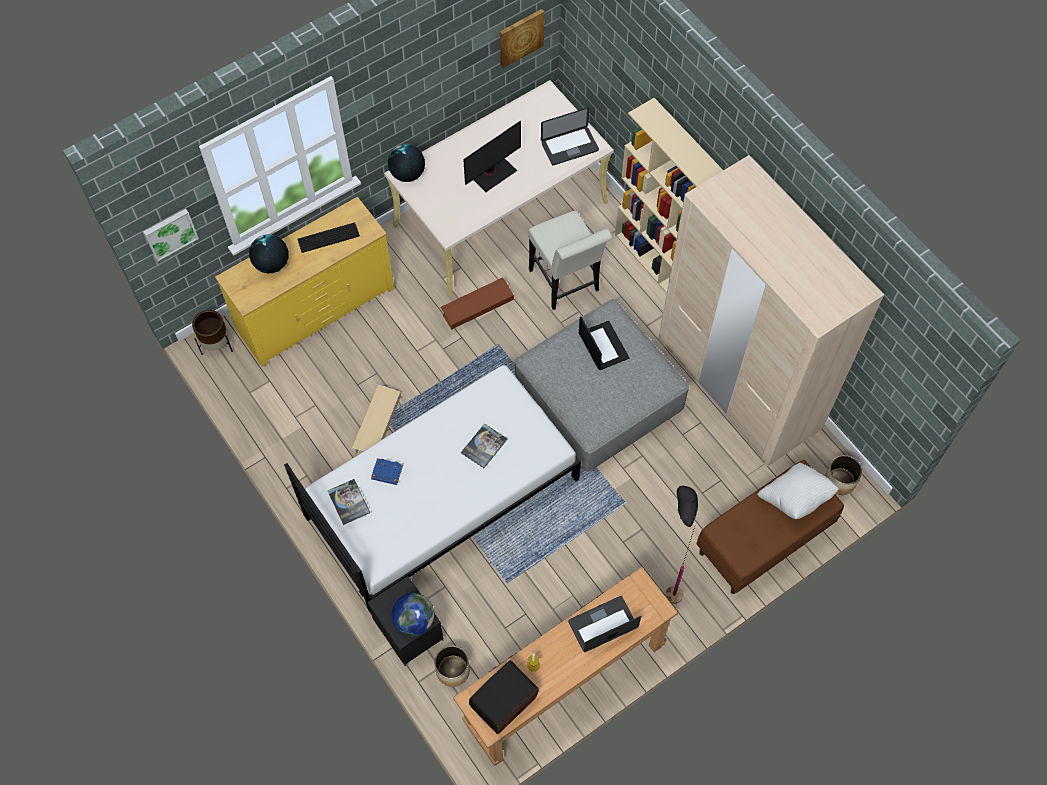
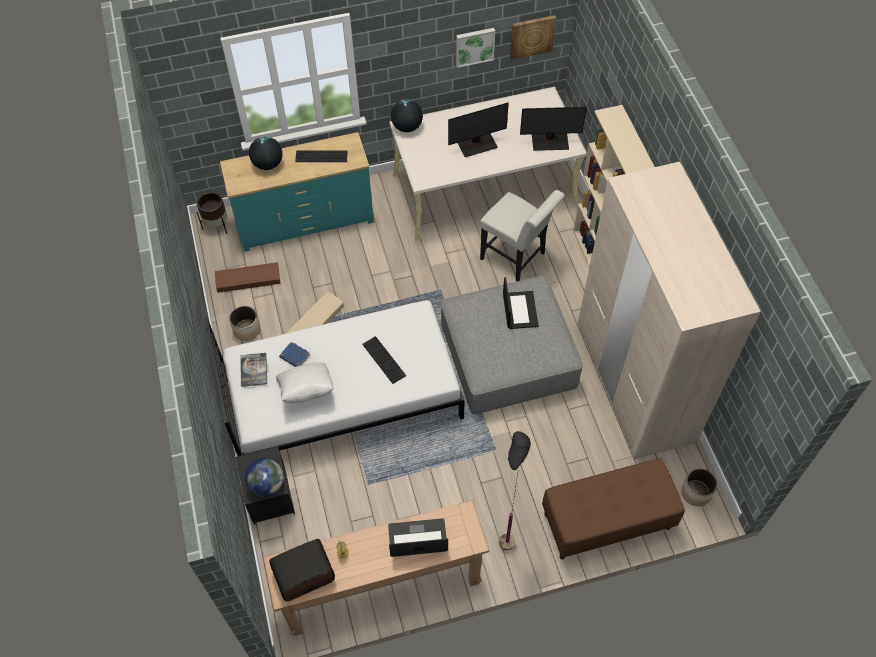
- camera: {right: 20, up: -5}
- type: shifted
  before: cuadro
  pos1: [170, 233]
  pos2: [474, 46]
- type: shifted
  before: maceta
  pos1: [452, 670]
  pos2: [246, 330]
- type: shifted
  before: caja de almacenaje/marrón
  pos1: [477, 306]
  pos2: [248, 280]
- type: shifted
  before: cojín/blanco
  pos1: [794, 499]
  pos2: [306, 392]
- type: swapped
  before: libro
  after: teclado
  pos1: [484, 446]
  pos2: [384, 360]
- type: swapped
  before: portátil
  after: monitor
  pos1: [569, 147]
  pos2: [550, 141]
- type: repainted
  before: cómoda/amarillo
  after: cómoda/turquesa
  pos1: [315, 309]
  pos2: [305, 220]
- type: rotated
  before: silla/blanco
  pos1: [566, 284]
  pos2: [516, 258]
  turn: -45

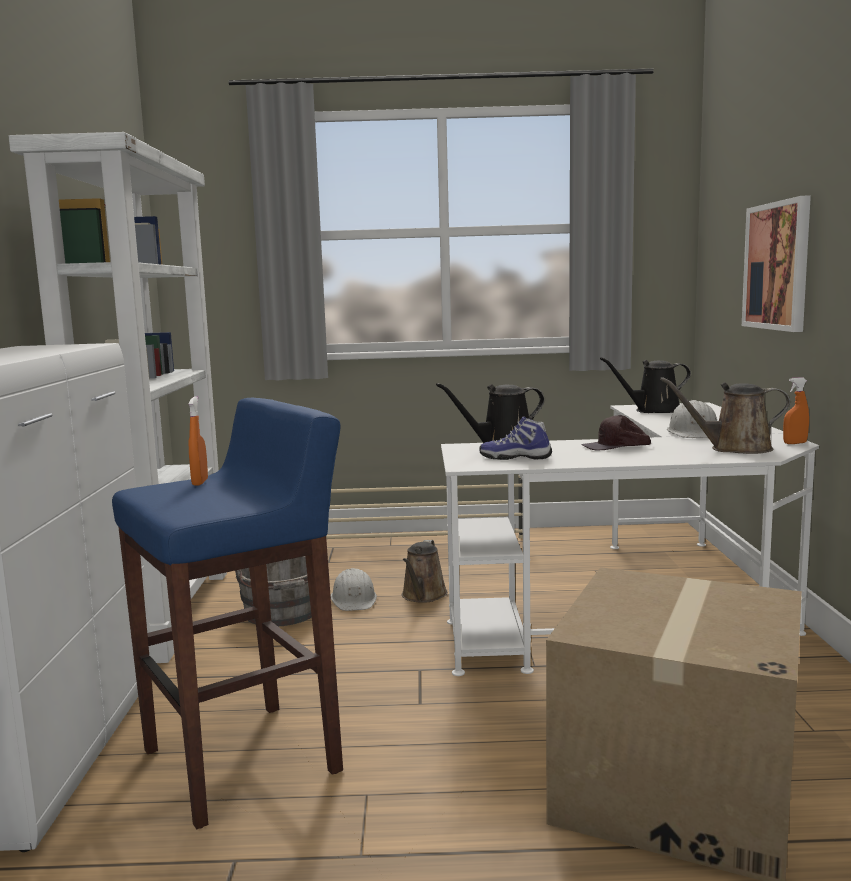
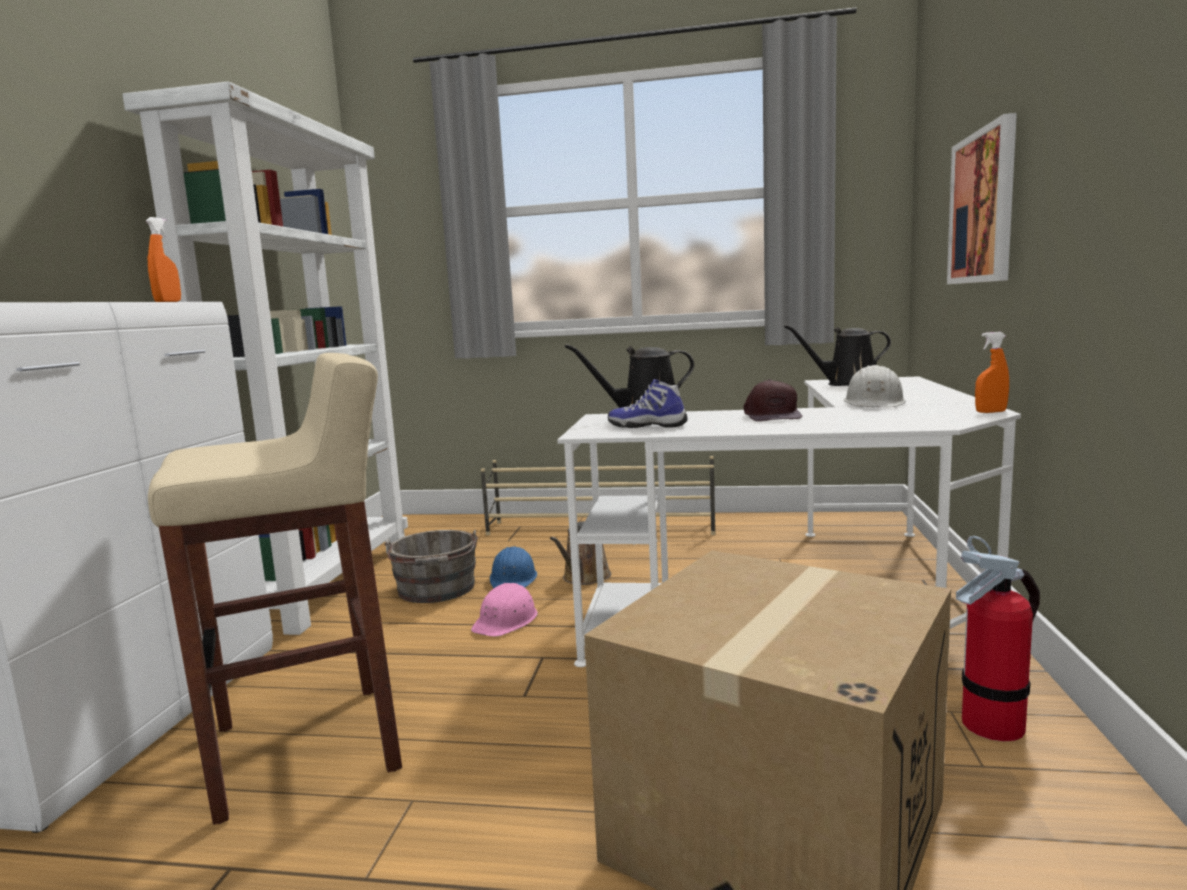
- camera: {right: 10, up: 0}
- type: gone
  before: regadera/marrón
  pos1: [734, 449]
- type: new
  after: casco/rosa
  pos2: [506, 620]
- type: new
  after: extintor
  pos2: [993, 724]
- type: shifted
  before: pulverizador/naranja
  pos1: [200, 482]
  pos2: [168, 302]
- type: repainted
  before: taburete/azul
  after: taburete/beis
  pos1: [245, 760]
  pos2: [310, 747]
- type: repainted
  before: casco/blanco
  after: casco/azul
  pos1: [354, 599]
  pos2: [513, 579]
- type: rotated
  before: gorra/marrón
  pos1: [616, 446]
  pos2: [772, 416]
  turn: -90

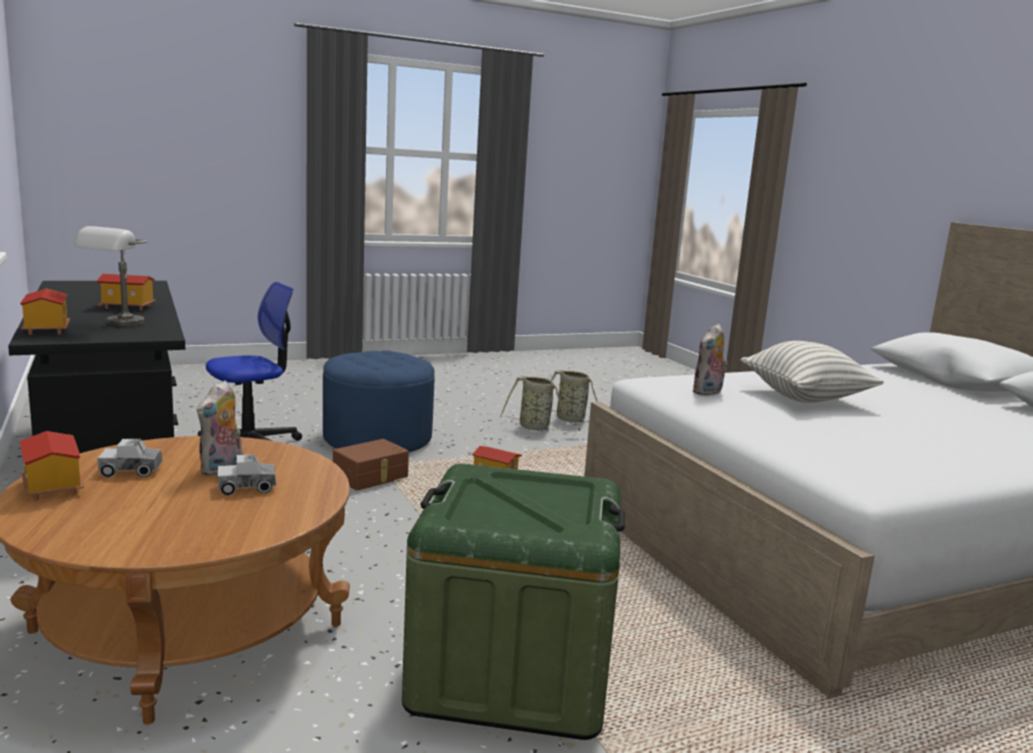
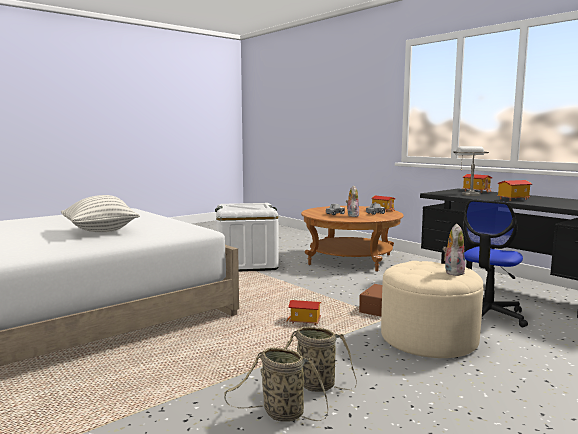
- camera: {right: 165, up: -5}
- type: shifted
  before: peluche
  pos1: [708, 392]
  pos2: [453, 272]
- type: repainted
  before: puf/azul
  after: puf/beis
  pos1: [377, 438]
  pos2: [428, 339]
- type: repainted
  before: caja de almacenaje/verde
  after: caja de almacenaje/blanco
  pos1: [511, 671]
  pos2: [246, 264]

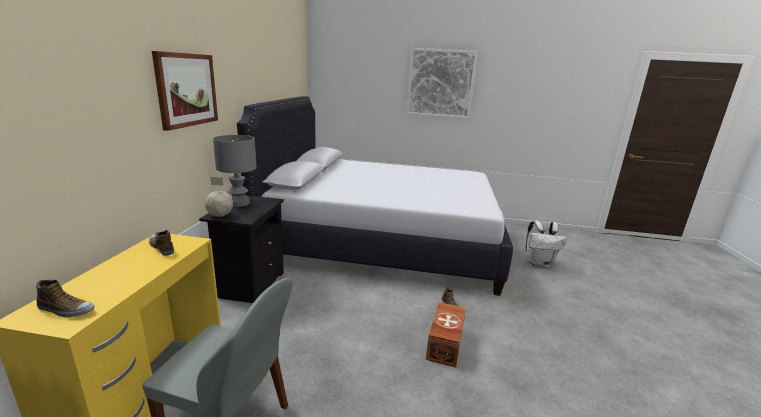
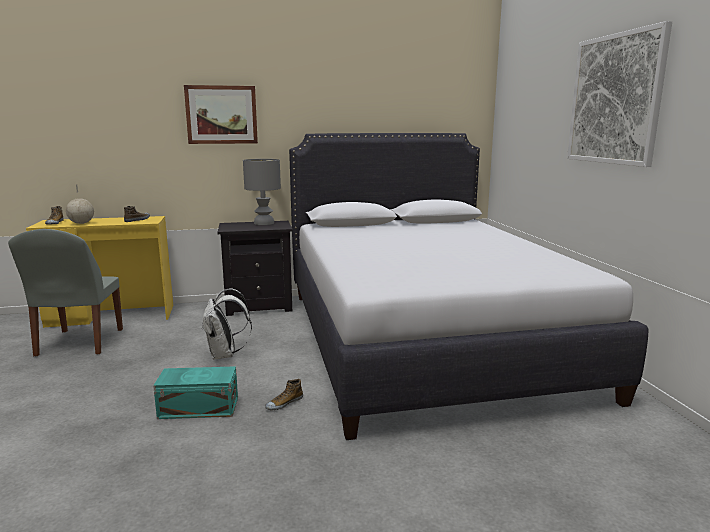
- camera: {right: 70, up: -5}
- type: shifted
  before: globo terráqueo
  pos1: [220, 215]
  pos2: [82, 223]
- type: shifted
  before: mochila/blanco
  pos1: [539, 263]
  pos2: [225, 355]
- type: repainted
  before: caja de almacenaje/marrón
  after: caja de almacenaje/turquesa
  pos1: [444, 344]
  pos2: [198, 407]

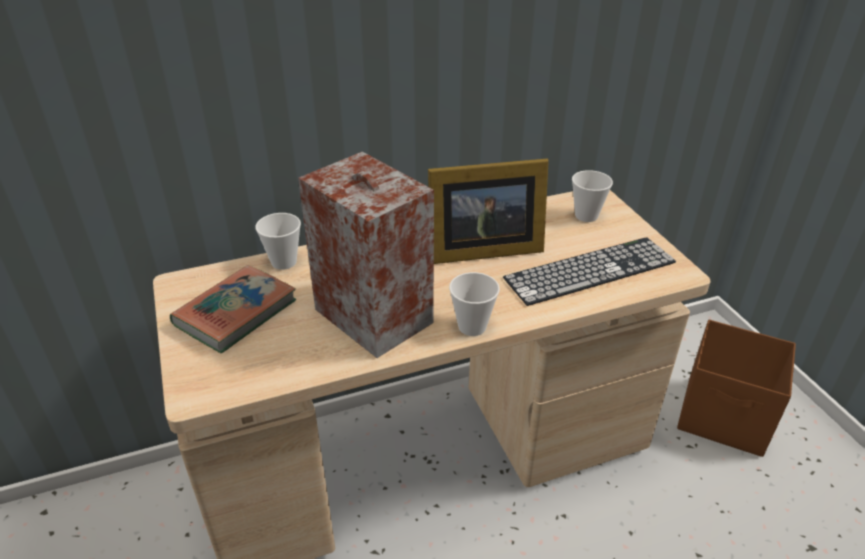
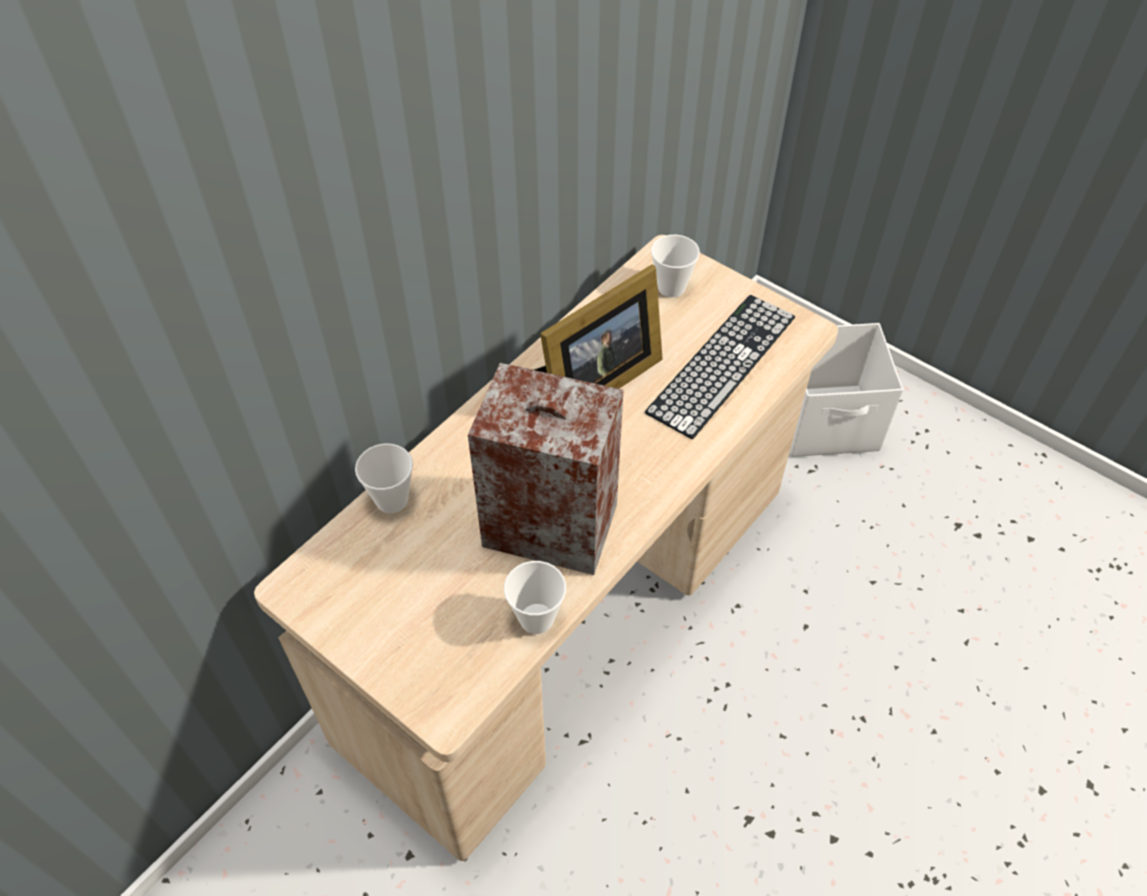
- camera: {right: -30, up: 15}
- type: gone
  before: libro
  pos1: [236, 313]
- type: shifted
  before: taza
  pos1: [472, 326]
  pos2: [536, 618]
- type: repainted
  before: caja de almacenaje/marrón
  after: caja de almacenaje/blanco
  pos1: [725, 417]
  pos2: [827, 422]

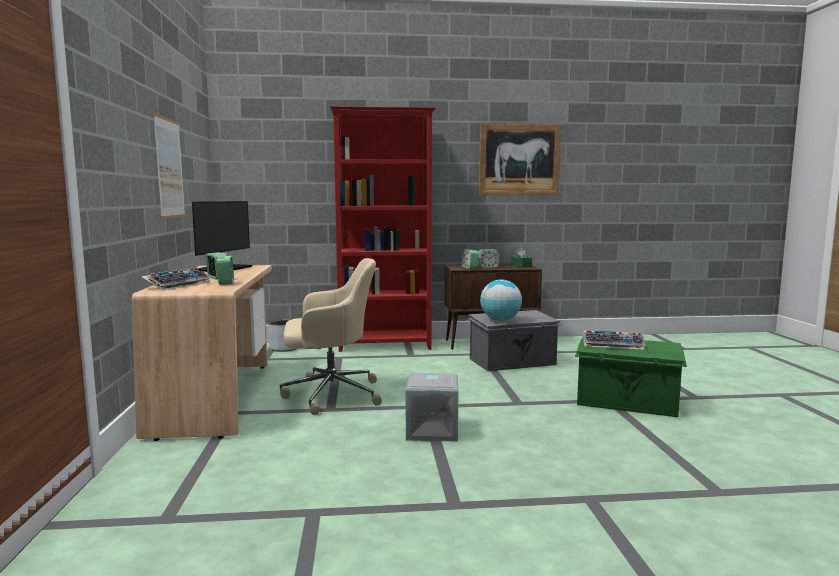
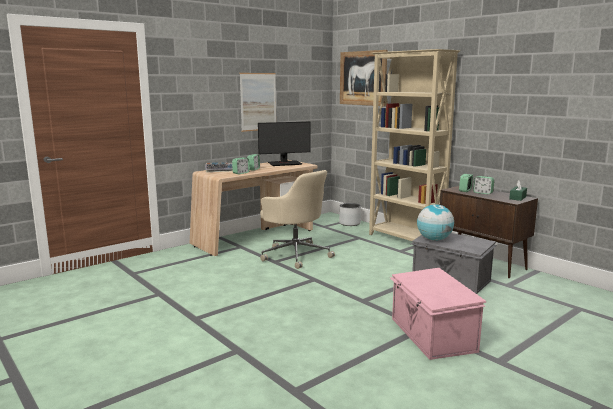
- camera: {right: 55, up: 5}
- type: gone
  before: caja de almacenaje/gris
  pos1: [431, 430]
- type: gone
  before: teclado
  pos1: [613, 345]
- type: shifted
  before: cuadro
  pos1: [519, 160]
  pos2: [362, 78]
- type: repainted
  before: estantería/rojo
  after: estantería/beis
  pos1: [385, 346]
  pos2: [405, 240]
- type: repainted
  before: caja de almacenaje/verde
  after: caja de almacenaje/rosa
  pos1: [627, 402]
  pos2: [431, 335]

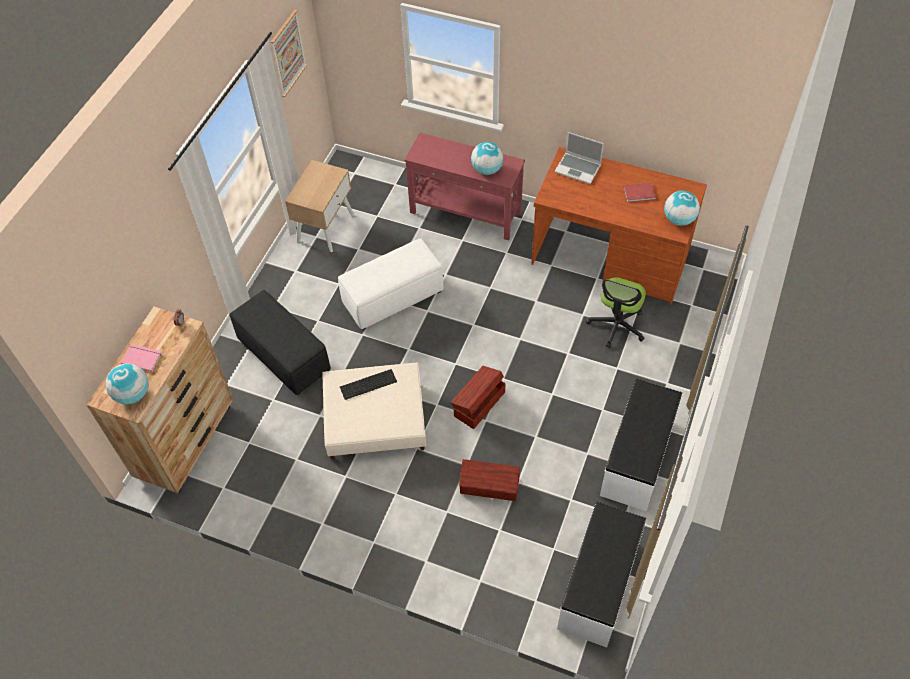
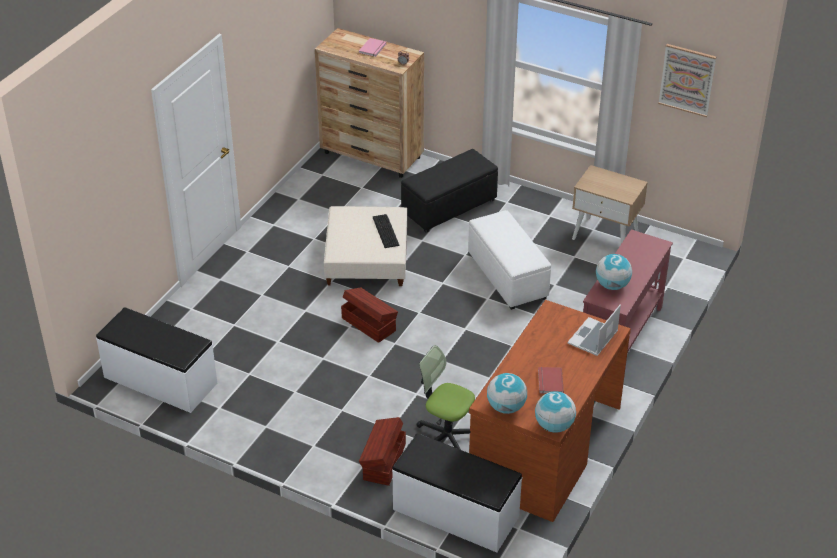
- camera: {right: 95, up: -15}
- type: shifted
  before: globo terráqueo
  pos1: [133, 394]
  pos2: [554, 426]
- type: shifted
  before: caja de almacenaje/marrón
  pos1: [490, 486]
  pos2: [383, 462]
- type: shifted
  before: banco/blanco
  pos1: [638, 458]
  pos2: [455, 514]

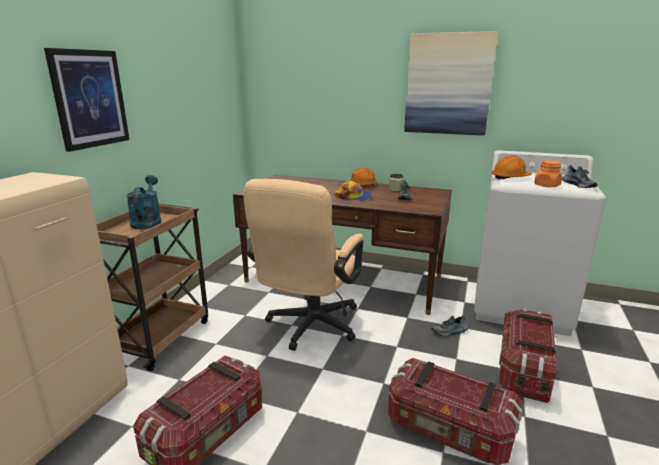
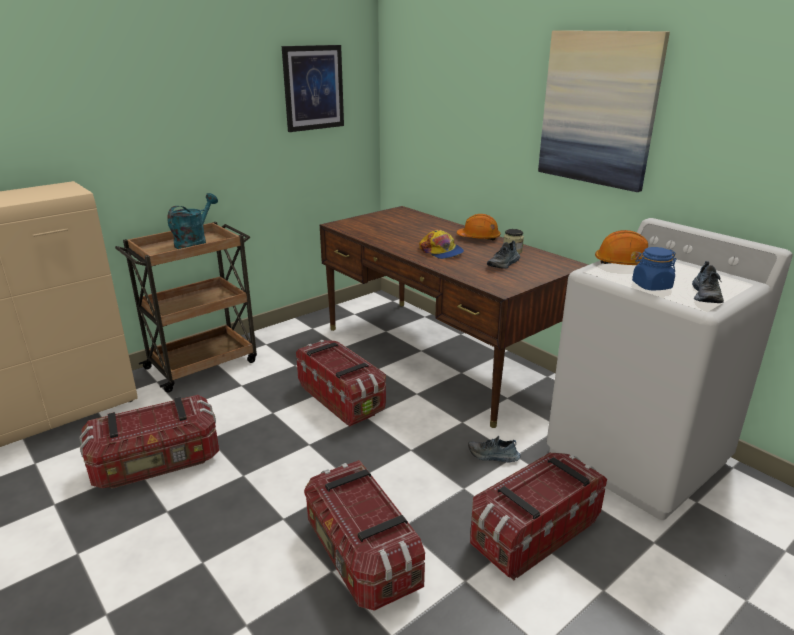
- camera: {right: 30, up: 5}
- type: shifted
  before: cuadro
  pos1: [90, 99]
  pos2: [313, 88]
- type: swapped
  before: silla de oficina/beis
  after: caja de almacenaje
  pos1: [309, 328]
  pos2: [342, 398]
- type: repainted
  before: tarro/naranja
  after: tarro/azul
  pos1: [547, 185]
  pos2: [651, 286]

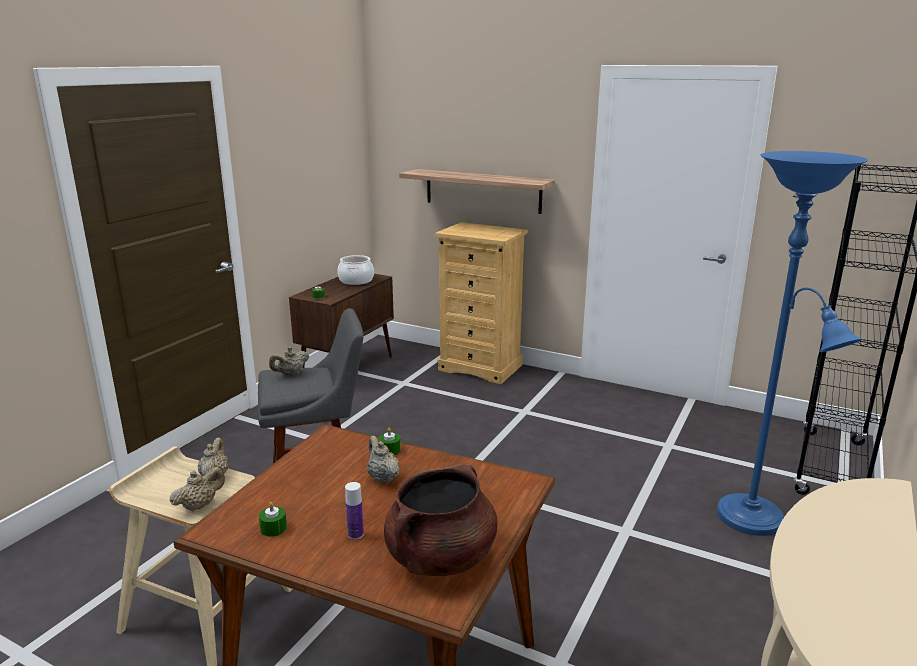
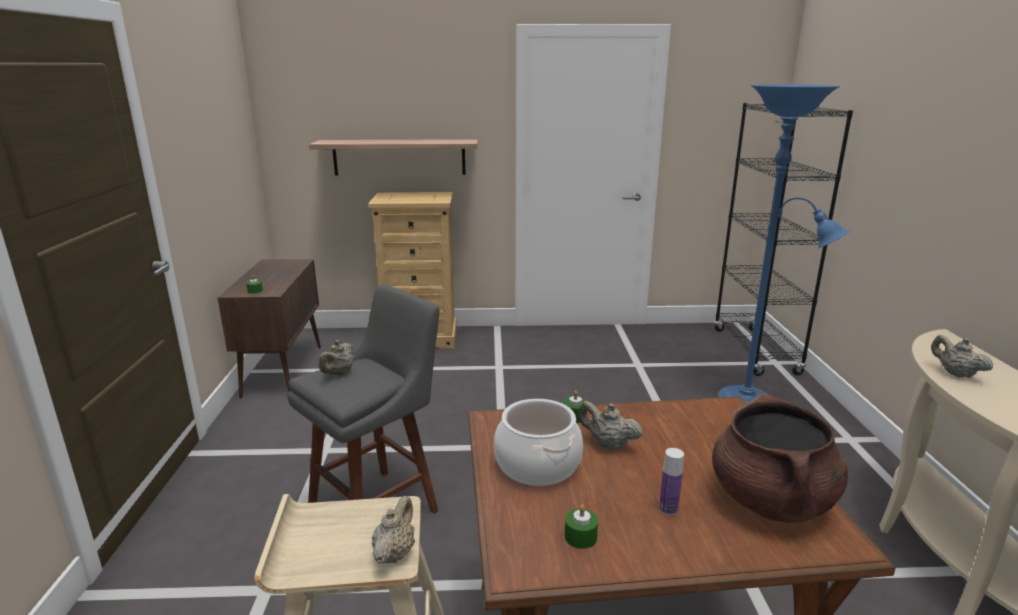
- camera: {right: -30, up: 0}
- type: shifted
  before: tetera/beis
  pos1: [215, 476]
  pos2: [955, 373]
- type: shifted
  before: olla
  pos1: [356, 280]
  pos2: [538, 464]

